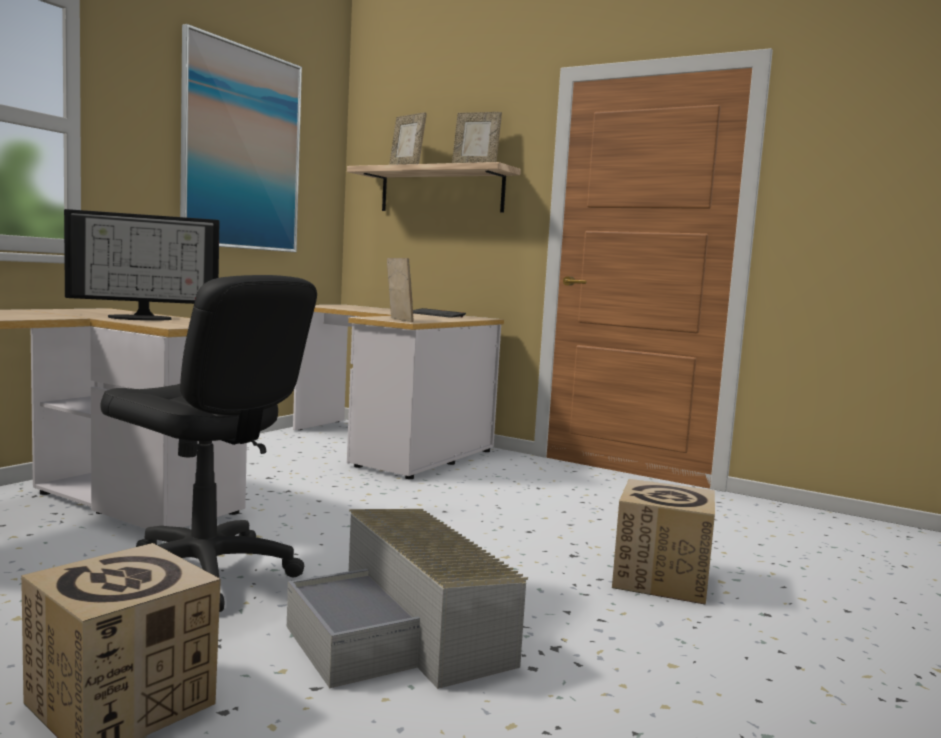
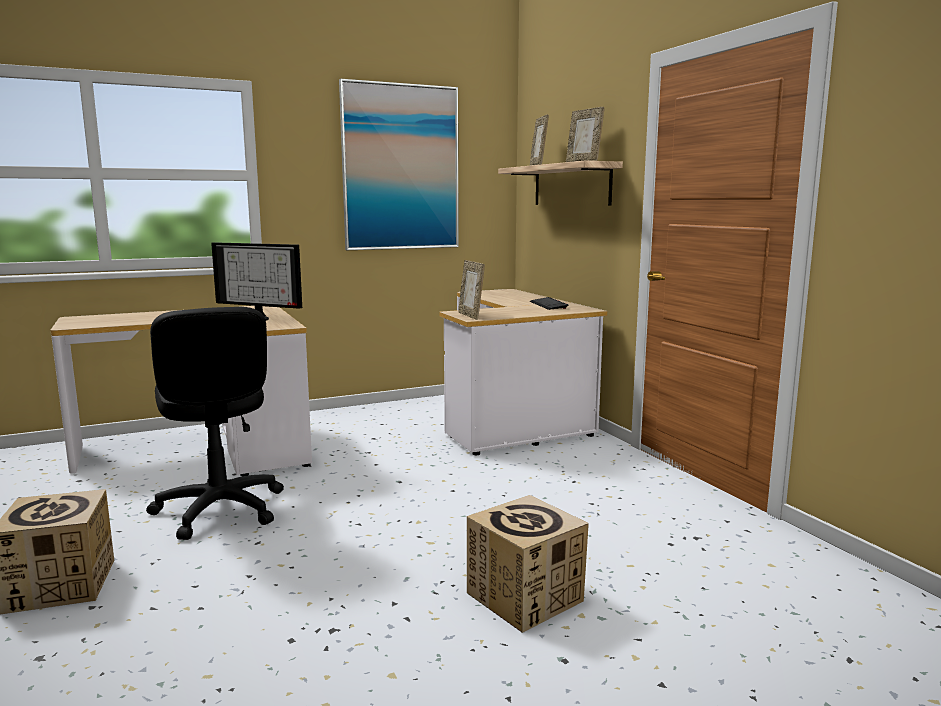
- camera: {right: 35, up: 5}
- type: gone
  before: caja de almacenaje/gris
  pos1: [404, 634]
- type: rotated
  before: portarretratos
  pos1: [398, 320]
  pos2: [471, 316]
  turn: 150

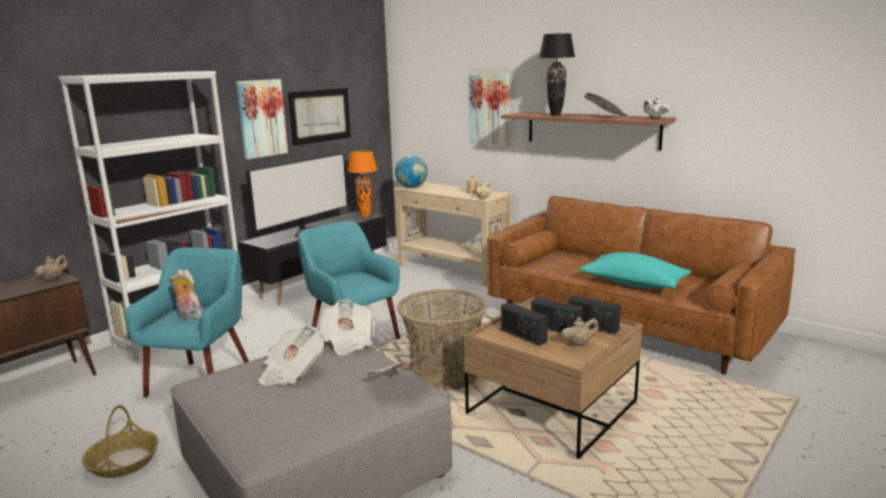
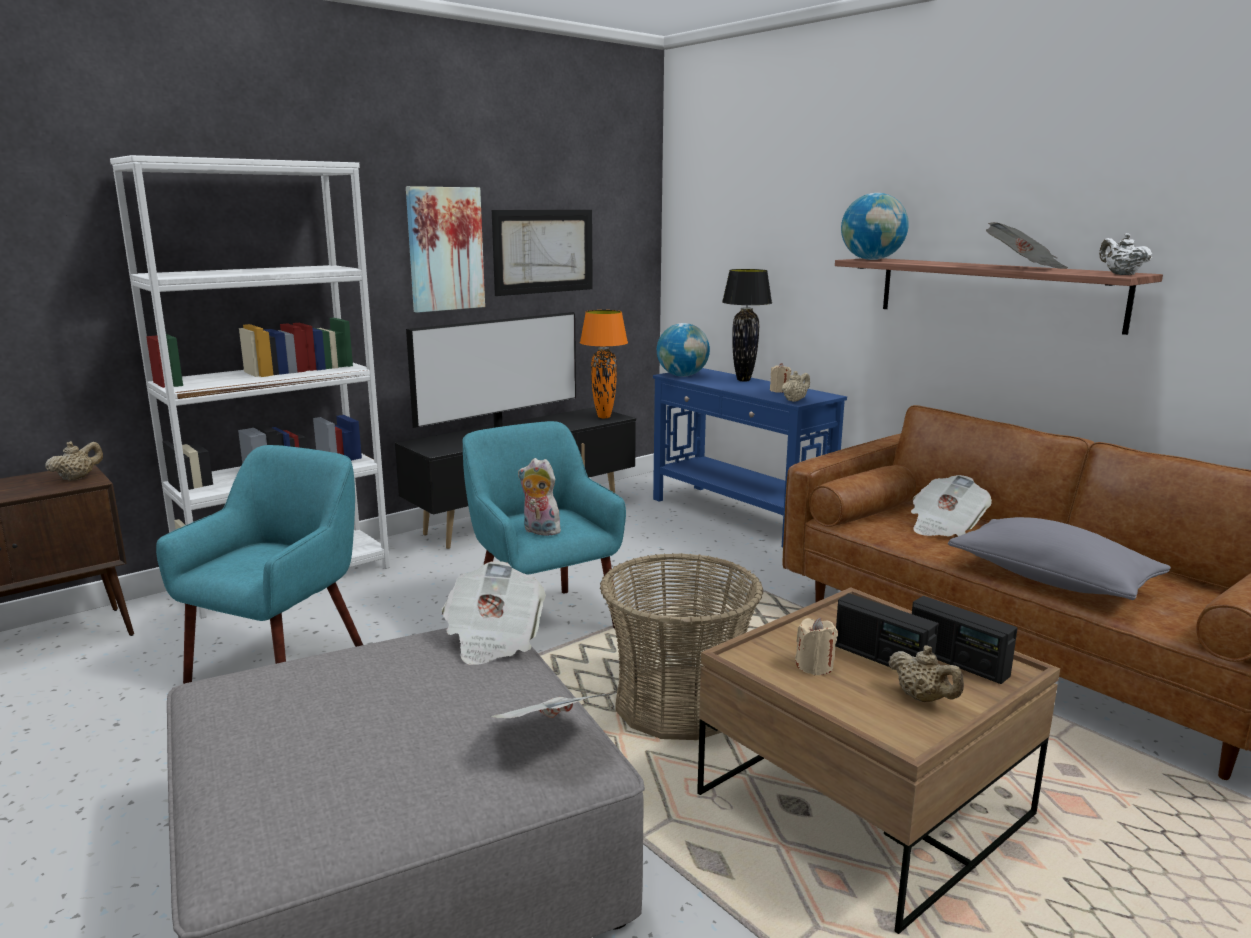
- camera: {right: 10, up: 0}
- type: gone
  before: cesta
  pos1: [123, 461]
- type: gone
  before: cuadro
  pos1: [490, 109]
- type: new
  after: globo terráqueo
  pos2: [871, 260]
- type: shifted
  before: peluche
  pos1: [188, 317]
  pos2: [539, 531]
- type: shifted
  before: periódico
  pos1: [291, 372]
  pos2: [944, 526]
- type: shifted
  before: lámpara de mesa/negro
  pos1: [555, 115]
  pos2: [743, 380]
- type: swapped
  before: radio
  after: vela/beis
  pos1: [523, 336]
  pos2: [814, 666]
- type: repainted
  before: mesa consola/beis
  after: mesa consola/azul
  pos1: [453, 270]
  pos2: [739, 516]
- type: repainted
  before: cojín/turquesa
  after: cojín/gris
  pos1: [634, 284]
  pos2: [1051, 580]
- type: rotated
  before: tetera/beis
  pos1: [579, 344]
  pos2: [923, 698]
  turn: 60

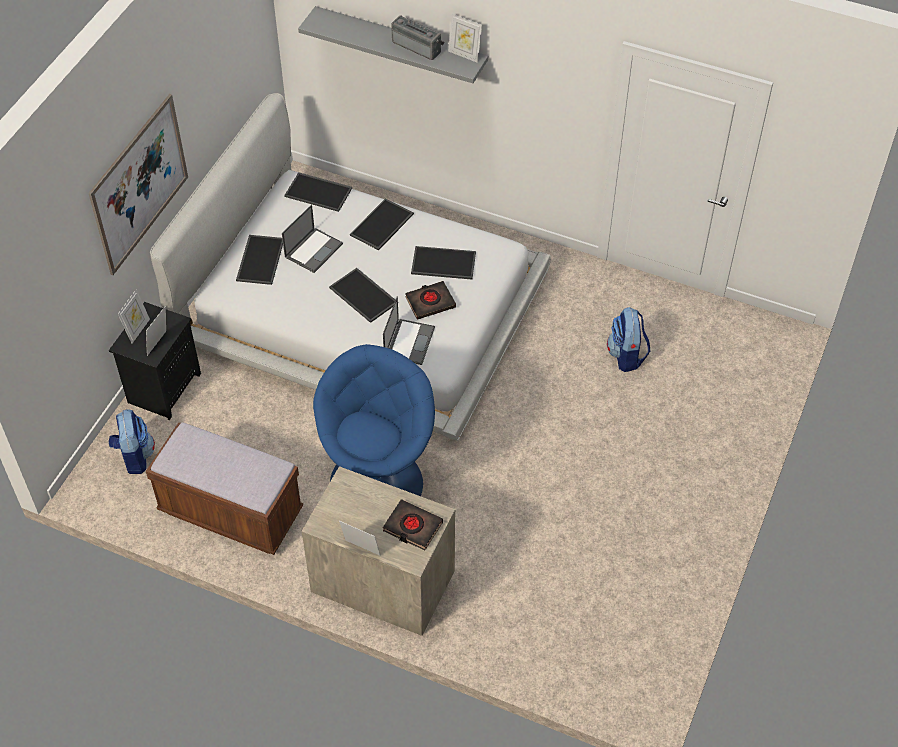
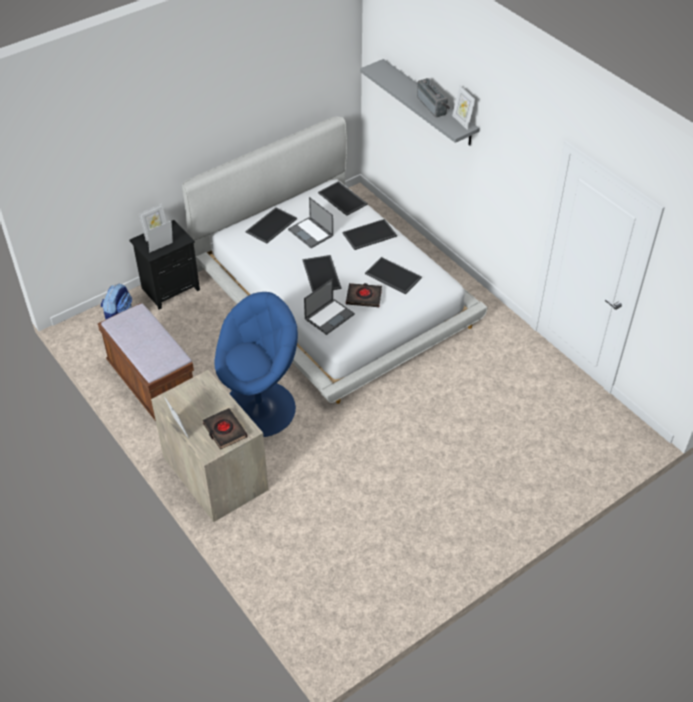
- camera: {right: 30, up: -5}
- type: gone
  before: cuadro
  pos1: [140, 184]
- type: gone
  before: mochila
  pos1: [626, 356]
- type: rotated
  before: portátil
  pos1: [314, 250]
  pos2: [311, 233]
  turn: 75

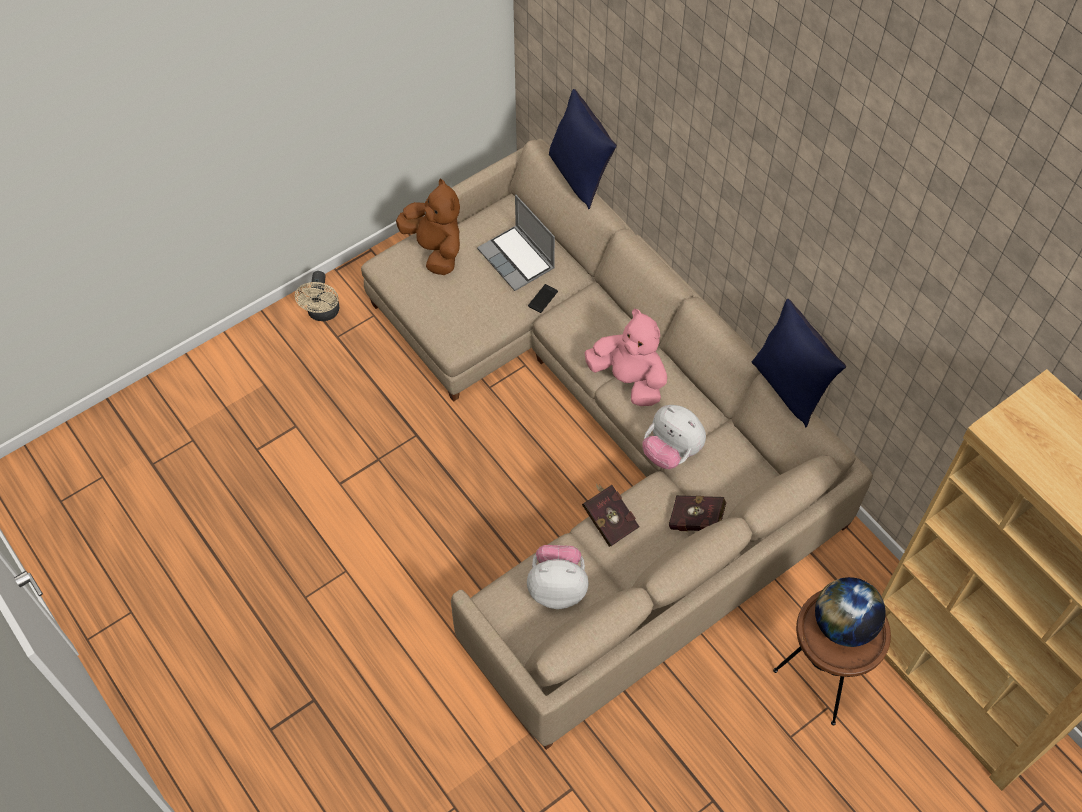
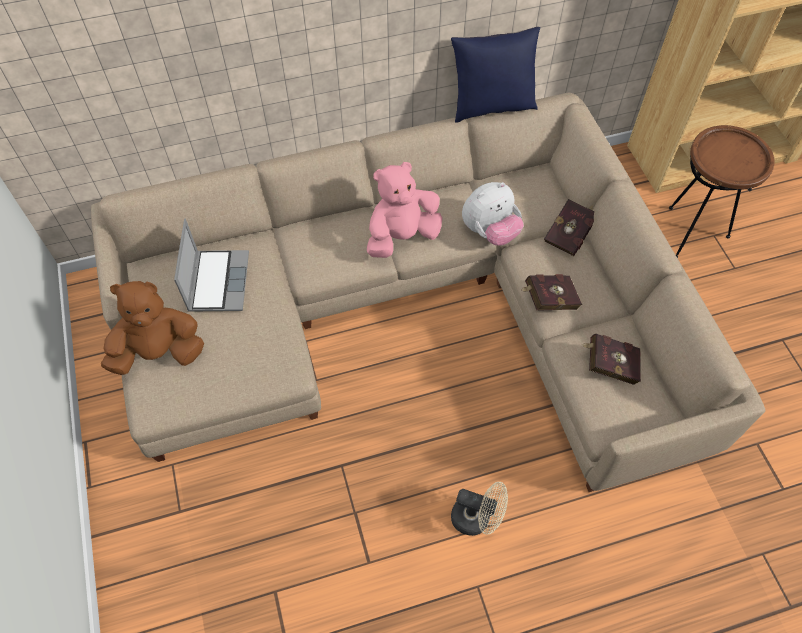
- camera: {right: -70, up: 0}
- type: gone
  before: móvil
  pos1: [543, 299]
- type: gone
  before: cojín/azul
  pos1: [580, 176]
- type: gone
  before: globo terráqueo
  pos1: [843, 625]
- type: shifted
  before: ventilador/beis
  pos1: [323, 313]
  pos2: [477, 518]
- type: swapped
  before: peluche
  after: libro/rojo
  pos1: [557, 587]
  pos2: [608, 365]
- type: rotated
  before: portátil
  pos1: [517, 259]
  pos2: [218, 281]
  turn: -75

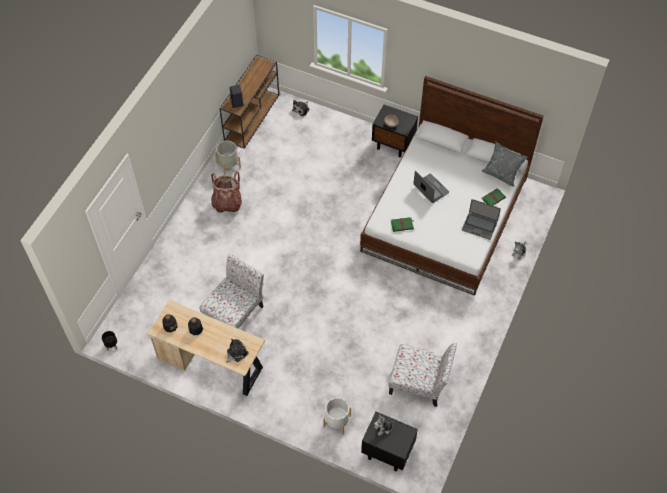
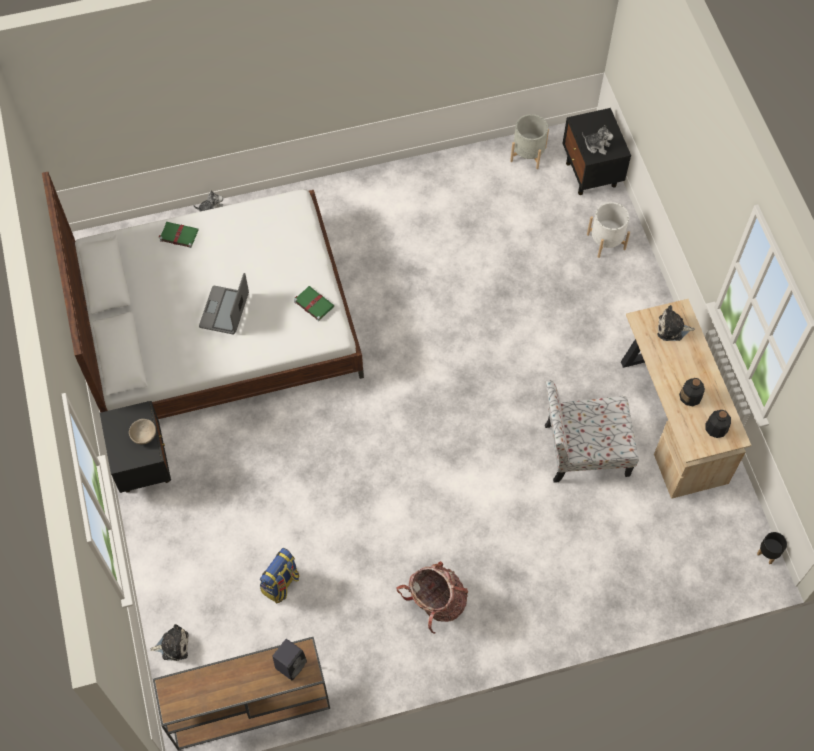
- camera: {right: -130, up: 5}
- type: gone
  before: silla
  pos1: [419, 382]
- type: gone
  before: portátil
  pos1: [479, 226]
- type: gone
  before: cojín/gris
  pos1: [502, 173]
- type: new
  after: mochila
  pos2: [281, 584]
- type: shifted
  before: maceta/gris
  pos1: [228, 165]
  pos2: [528, 154]

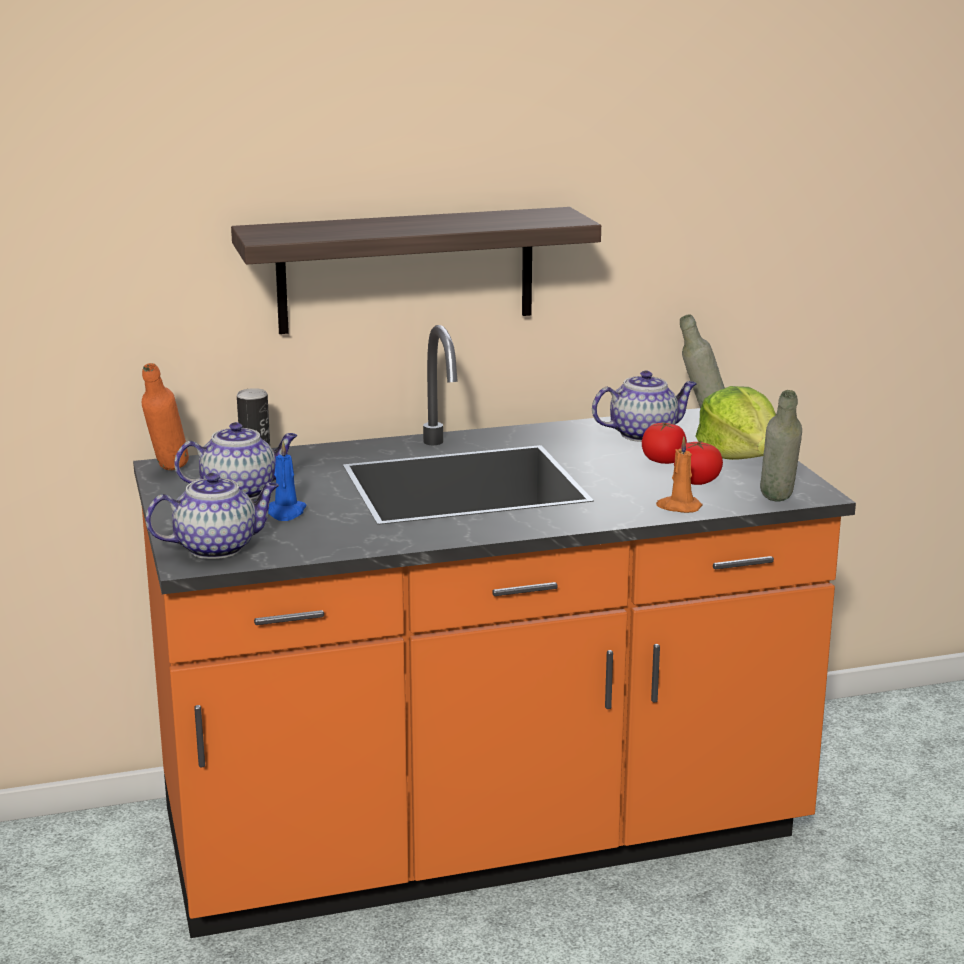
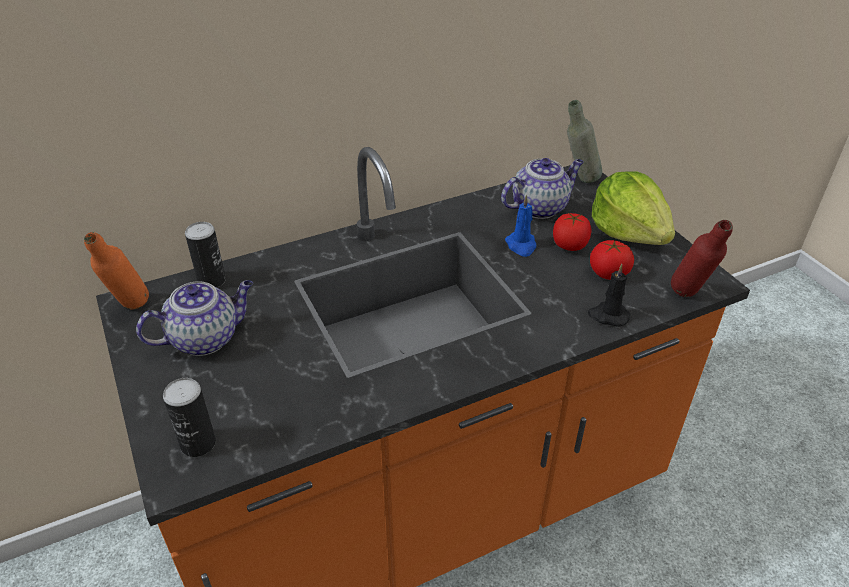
- camera: {right: -10, up: 20}
- type: gone
  before: estante
  pos1: [406, 270]
- type: shifted
  before: vela/azul
  pos1: [286, 512]
  pos2: [521, 245]
- type: swapped
  before: tetera
  after: lata
  pos1: [217, 547]
  pos2: [198, 443]
- type: repainted
  before: vela/naranja
  after: vela/negro
  pos1: [678, 507]
  pos2: [608, 315]
- type: repainted
  before: botella/gris
  after: botella/rojo
  pos1: [777, 503]
  pos2: [688, 299]

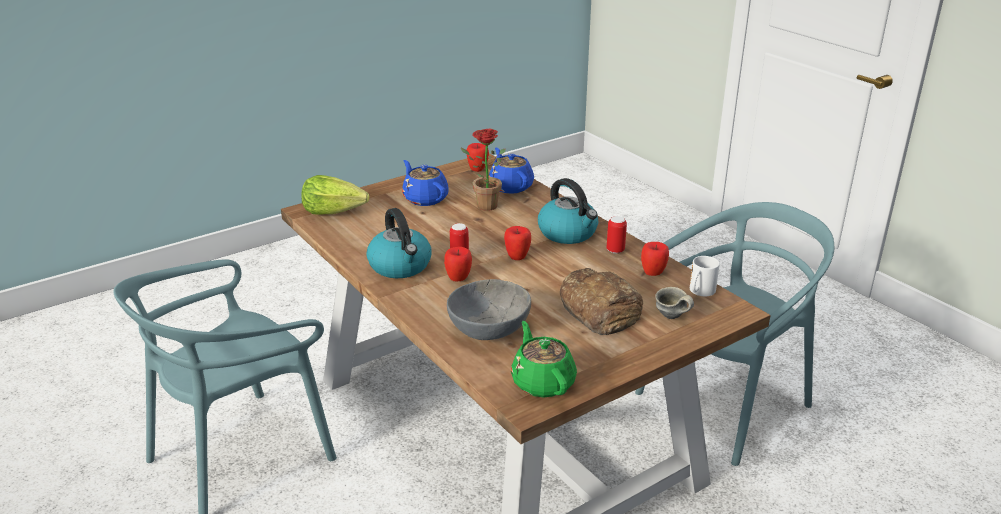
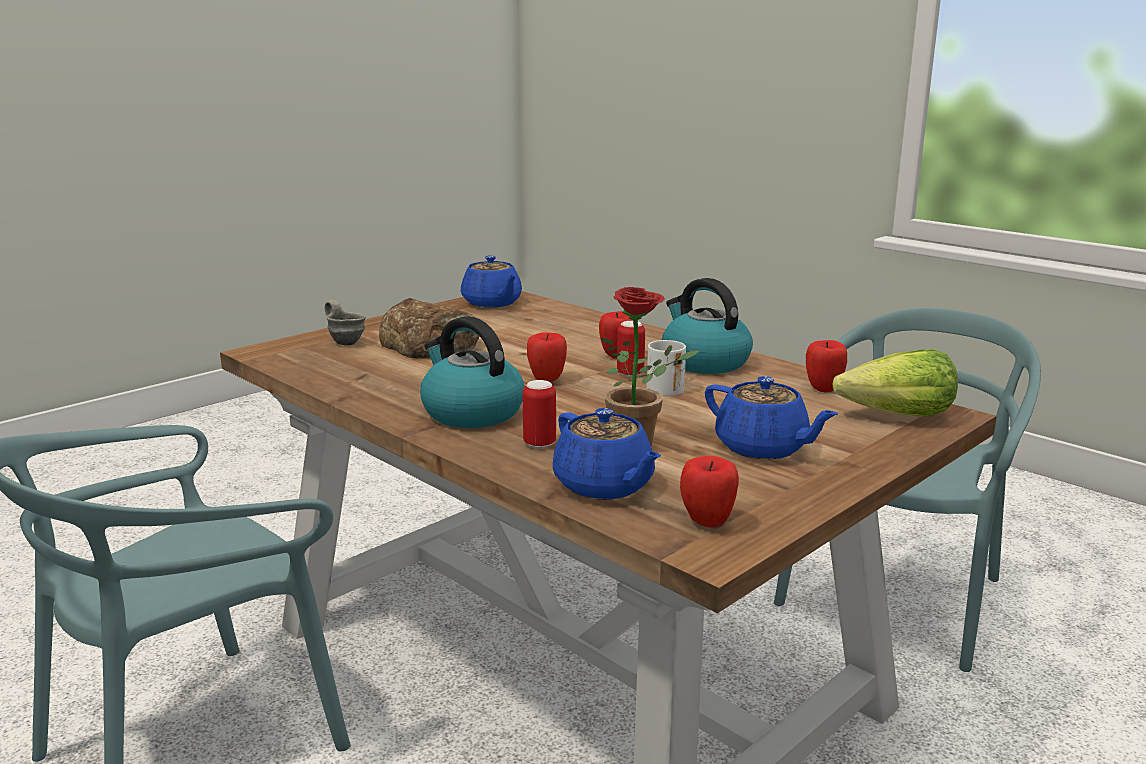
- camera: {right: 170, up: -10}
- type: gone
  before: cuenco/gris
  pos1: [488, 328]
- type: shifted
  before: lata
  pos1: [615, 250]
  pos2: [539, 444]
- type: shifted
  before: manzana
  pos1: [653, 274]
  pos2: [823, 389]
- type: shifted
  before: taza grande/blanco
  pos1: [700, 292]
  pos2: [668, 386]
- type: repainted
  before: tetera/verde
  after: tetera/azul
  pos1: [542, 382]
  pos2: [492, 303]

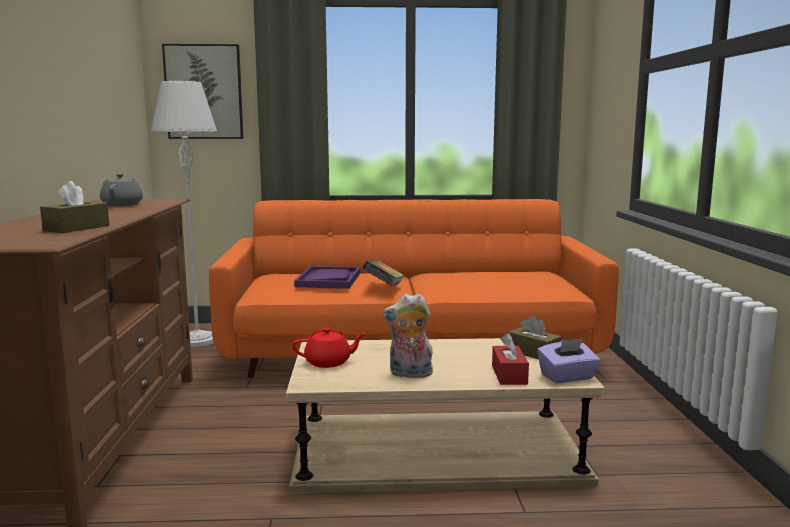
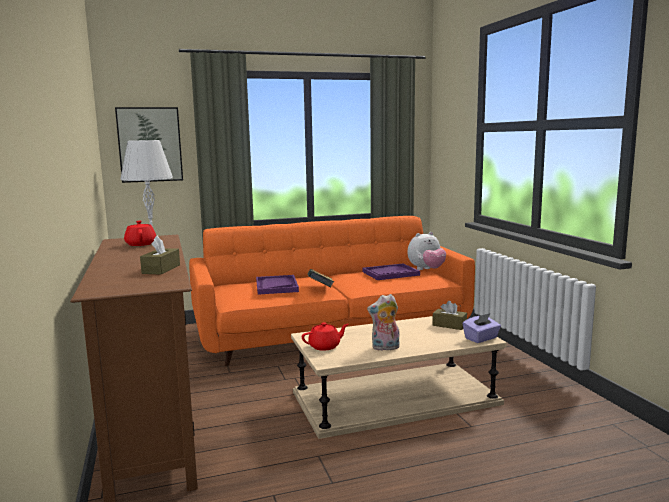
- camera: {right: -15, up: 0}
- type: gone
  before: caja de pañuelos/rojo
  pos1: [509, 375]
- type: new
  after: bandeja/morado
  pos2: [390, 273]
- type: new
  after: peluche
  pos2: [426, 270]
- type: repainted
  before: tetera/gris
  after: tetera/rojo
  pos1: [122, 205]
  pos2: [141, 244]

